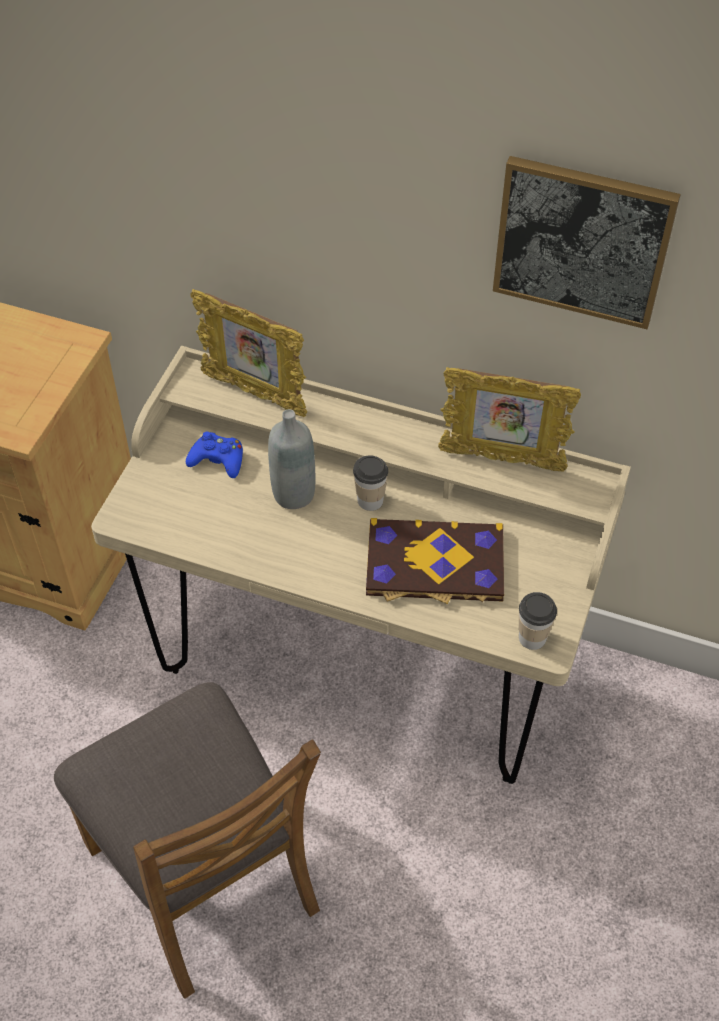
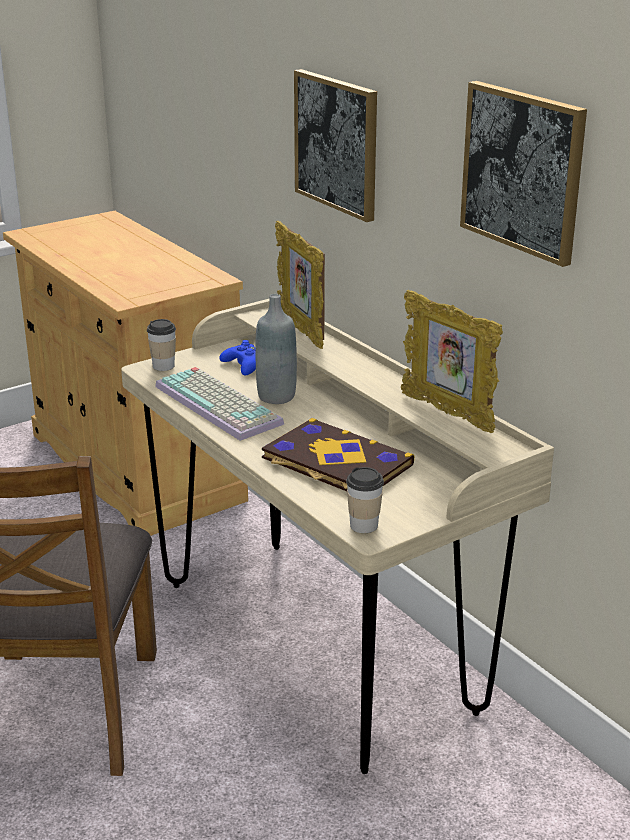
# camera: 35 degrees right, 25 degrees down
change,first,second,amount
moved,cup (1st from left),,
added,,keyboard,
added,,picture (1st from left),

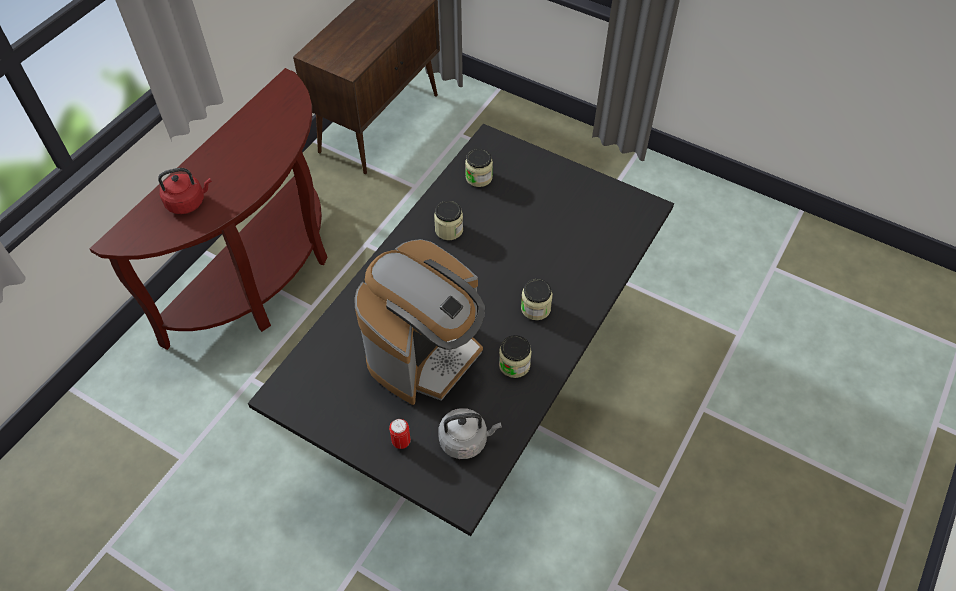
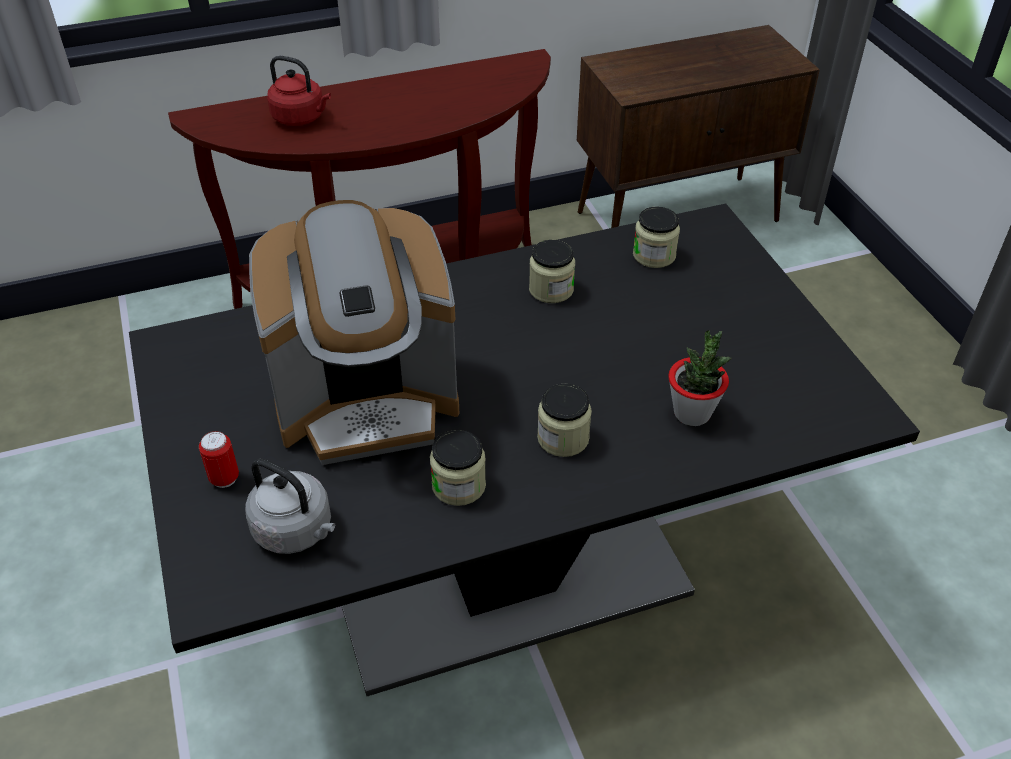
# camera: 40 degrees right, 10 degrees down
change,first,second,amount
added,,potted plant,

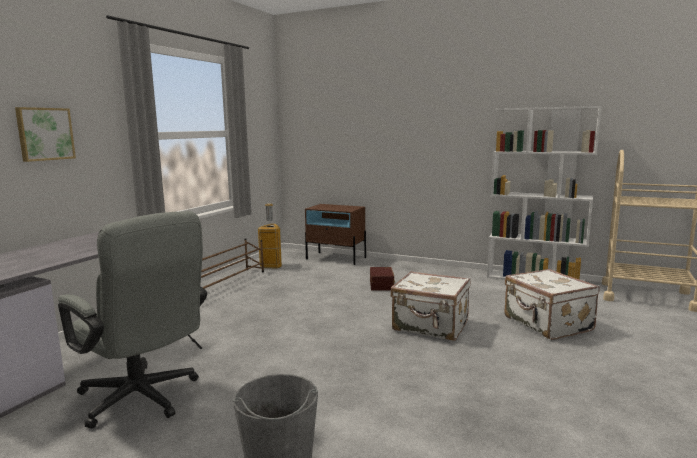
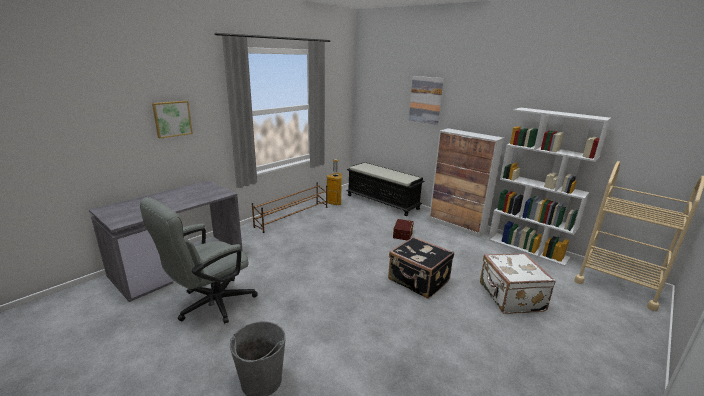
# camera: 15 degrees right, 10 degrees up
change,first,second,amount
turned,office chair/grey,,75 degrees clockwise
replaced,nightstand/brown,bench/black,
recoloured,suitcase/white (1st from left),suitcase/black,
added,,picture (2nd from left),
added,,cabinet,

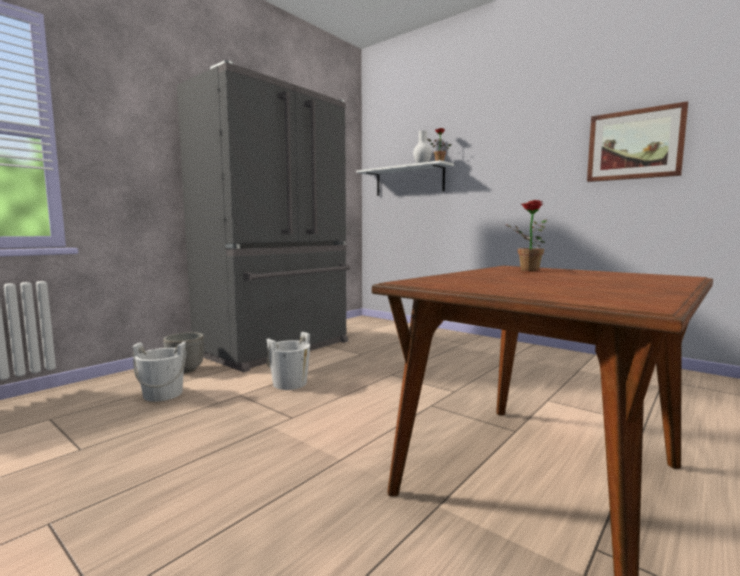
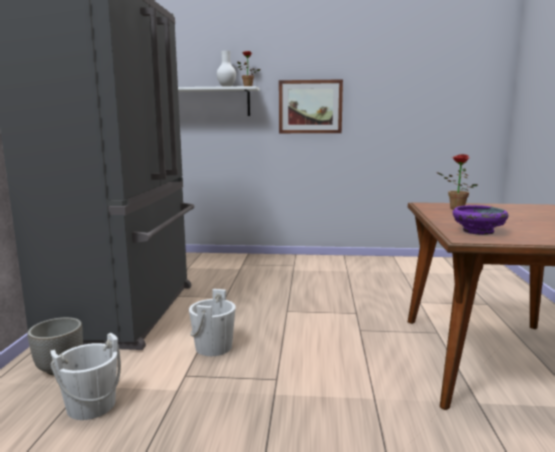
# camera: 35 degrees left, 5 degrees up
change,first,second,amount
moved,picture,,
added,,bowl/purple,

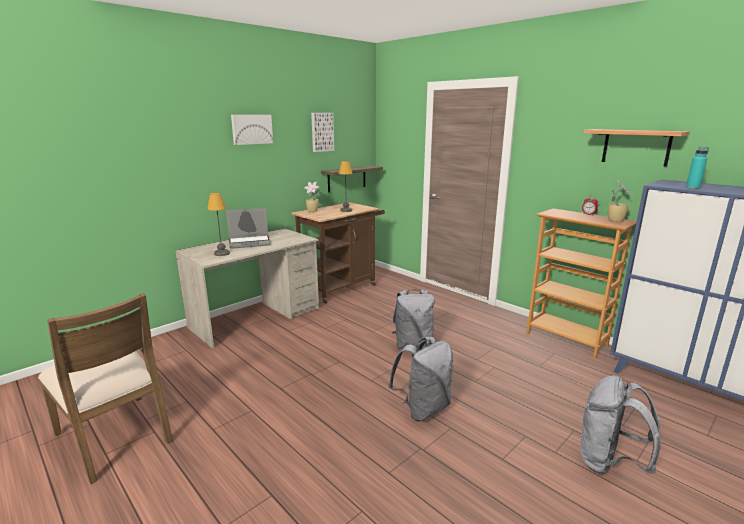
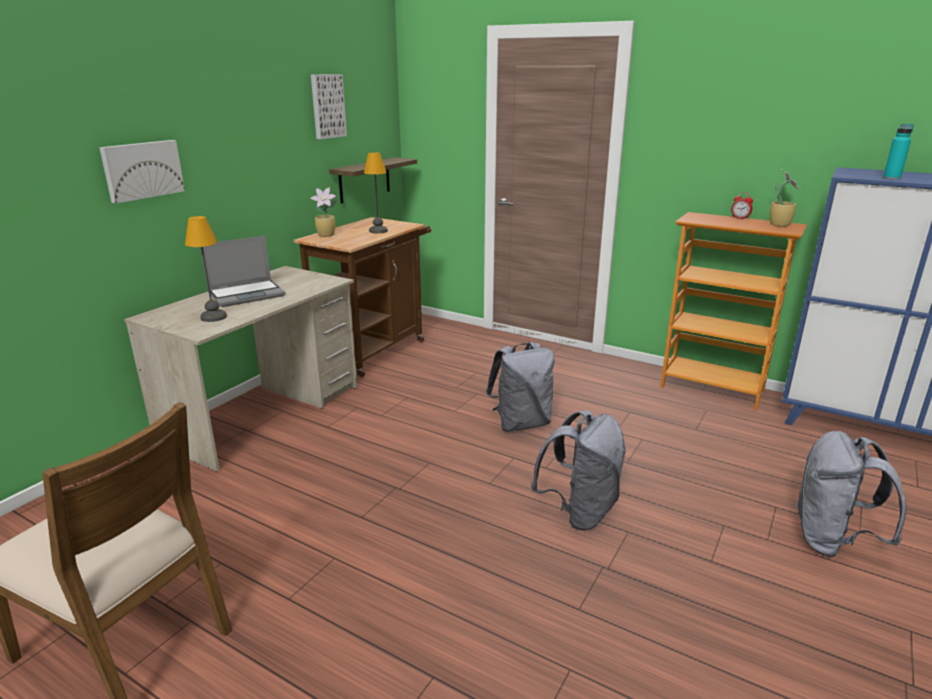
# camera: 15 degrees left, 5 degrees up
change,first,second,amount
moved,picture (1st from left),,
removed,shelf (2nd from left),,

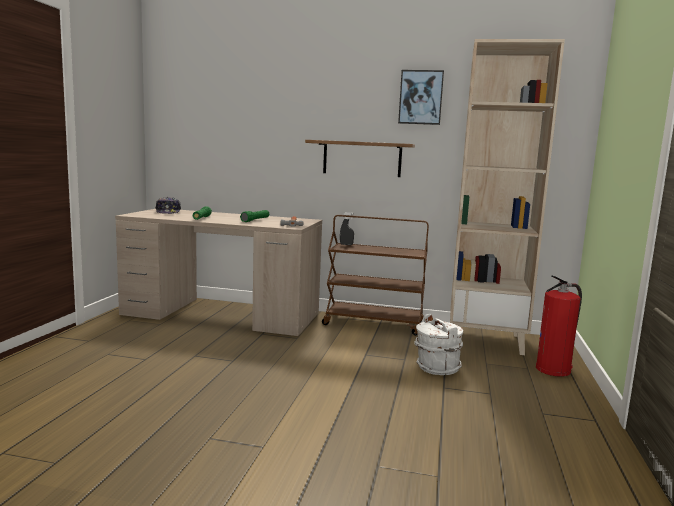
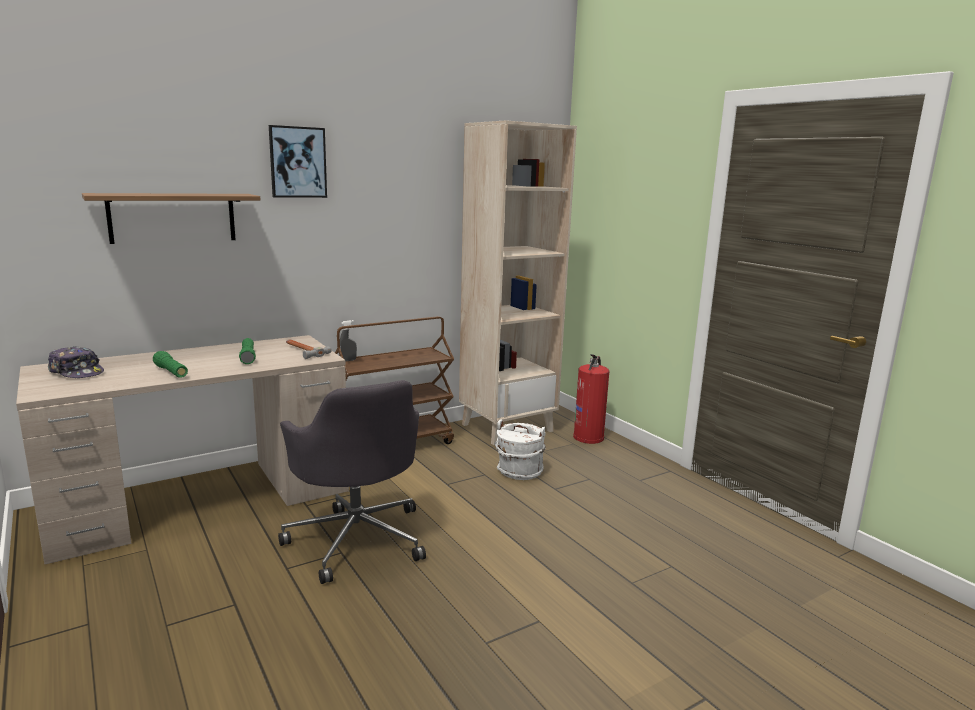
# camera: 45 degrees left, 5 degrees up
change,first,second,amount
moved,shelf,,
moved,picture,,
added,,office chair/grey,

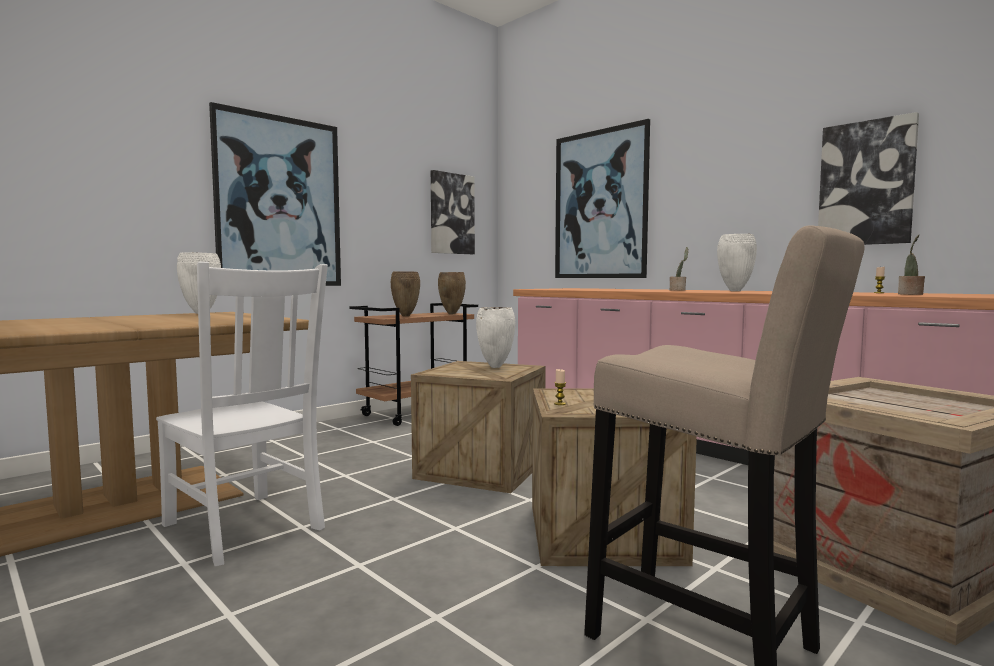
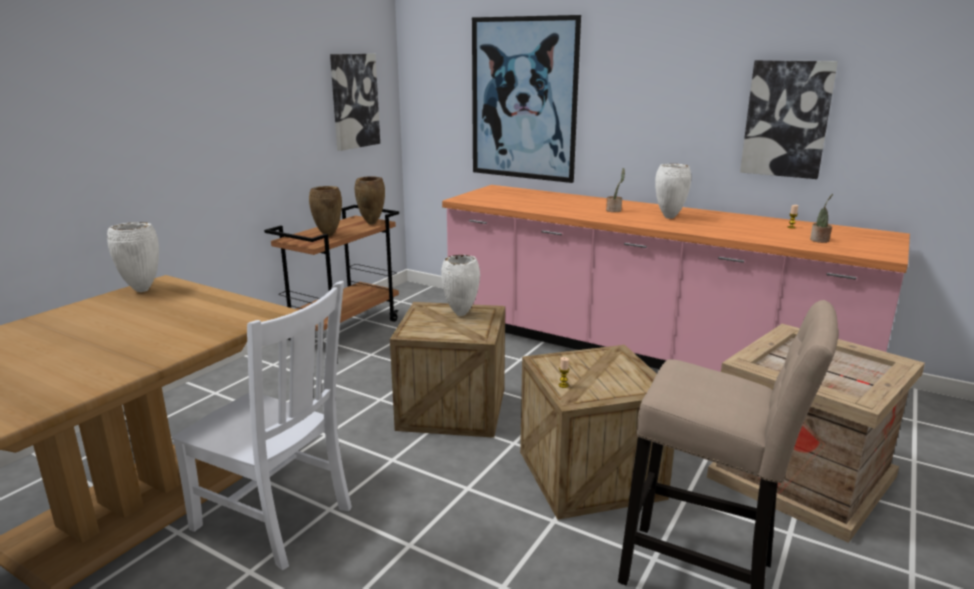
# camera: 15 degrees left, 15 degrees up
change,first,second,amount
removed,picture (1st from left),,

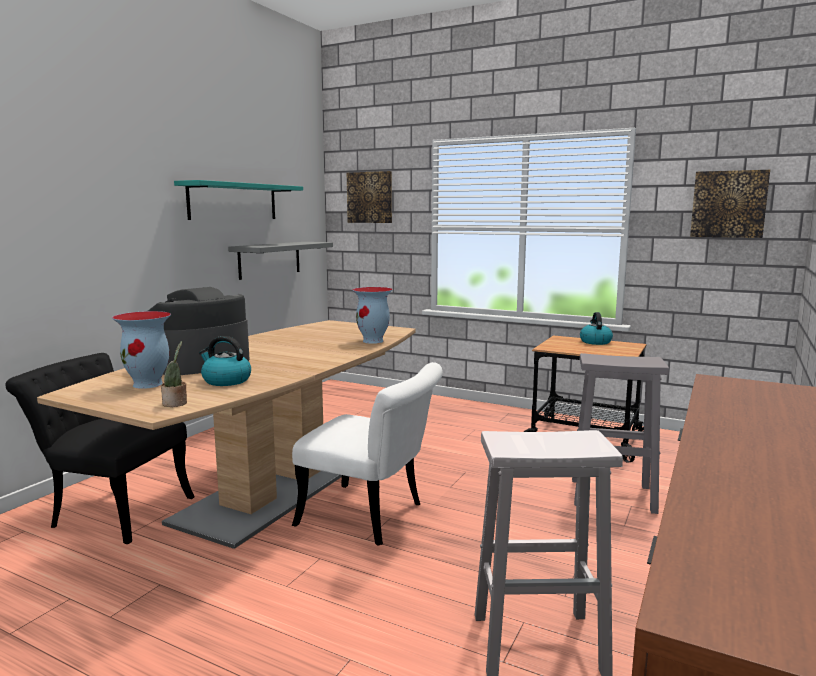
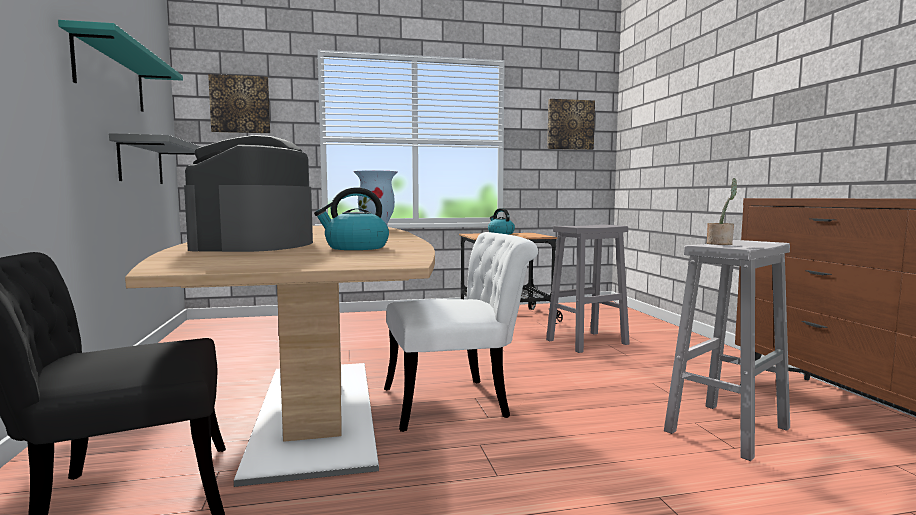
# camera: 40 degrees left, 5 degrees down
change,first,second,amount
moved,potted plant,,
removed,vase (1st from left),,

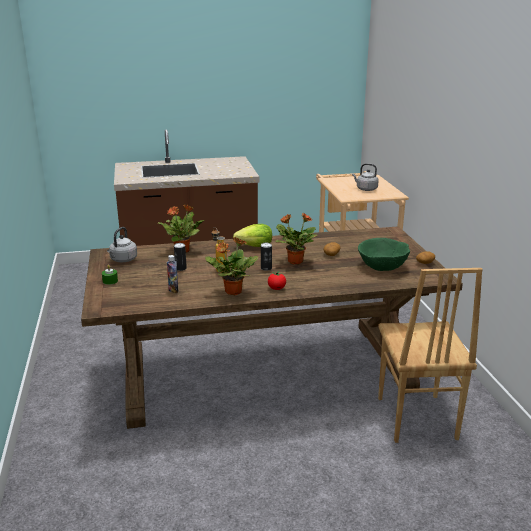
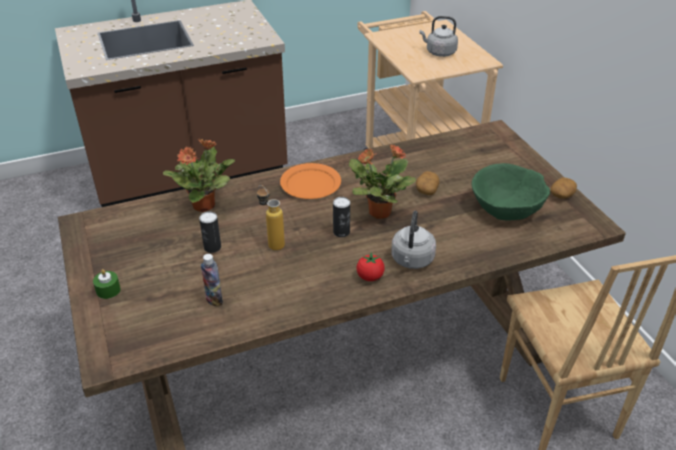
# camera: 10 degrees left, 15 degrees up
change,first,second,amount
replaced,lettuce,plate/orange,
moved,kettle/grey (1st from left),,
removed,potted plant (2nd from left),,

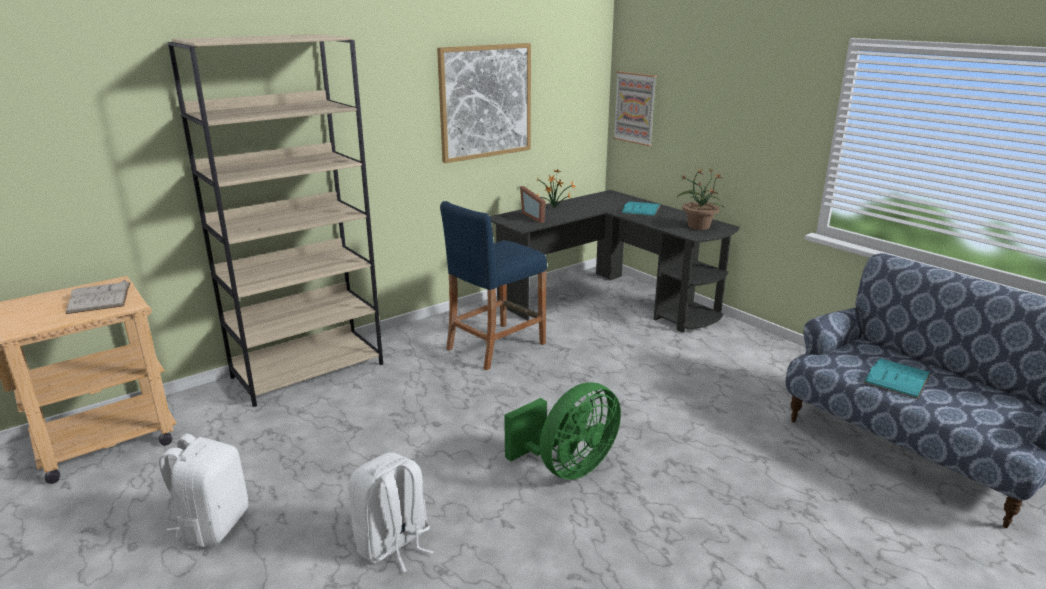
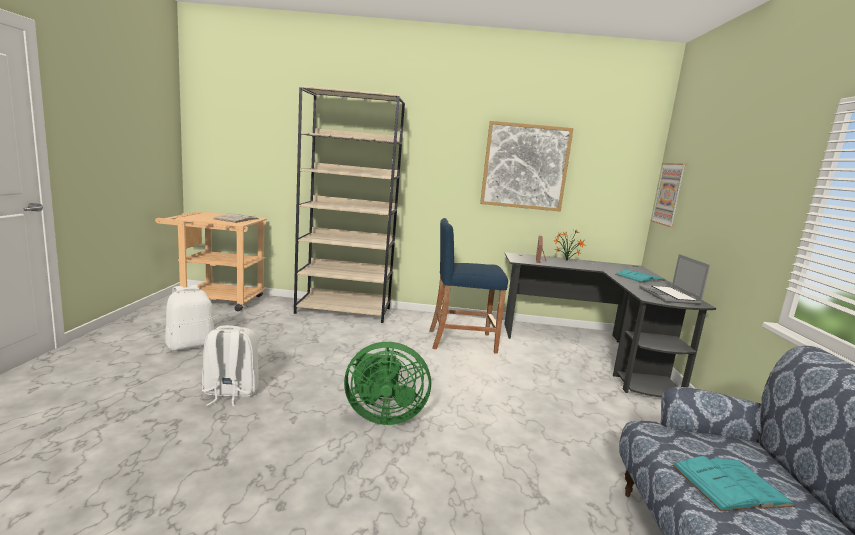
# camera: 40 degrees right, 10 degrees down
change,first,second,amount
replaced,potted plant (2nd from left),laptop,

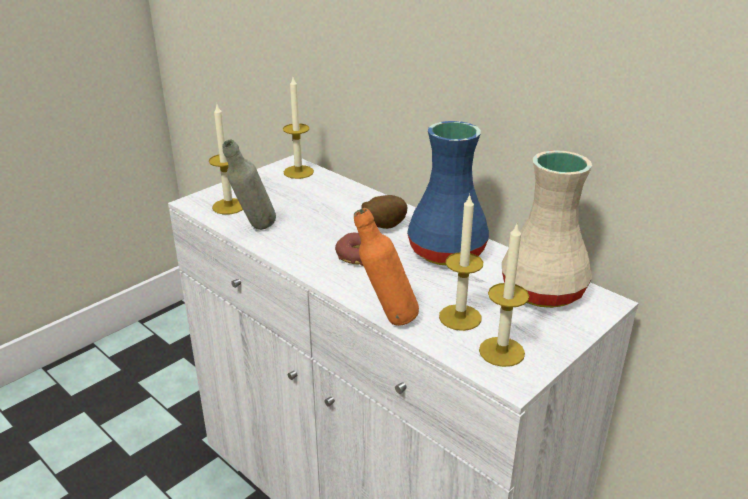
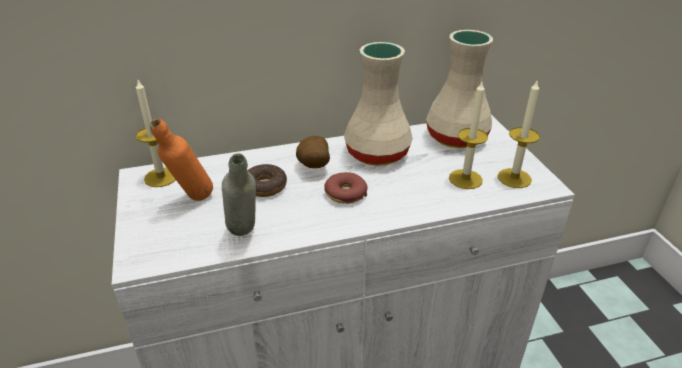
# camera: 60 degrees left, 5 degrees up
change,first,second,amount
moved,bottle/orange,,
added,,donut (1st from left),
recoloured,vase/blue,vase/beige (1st from left),
removed,candle (1st from left),,

